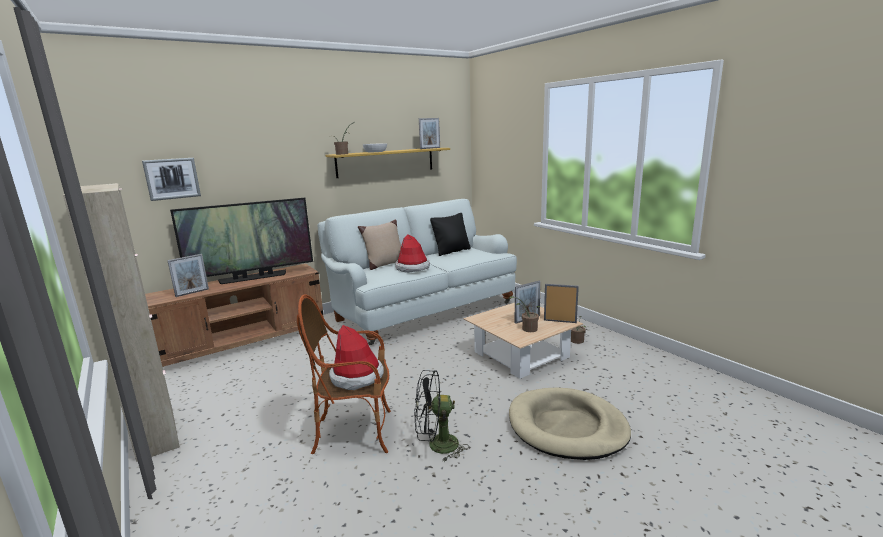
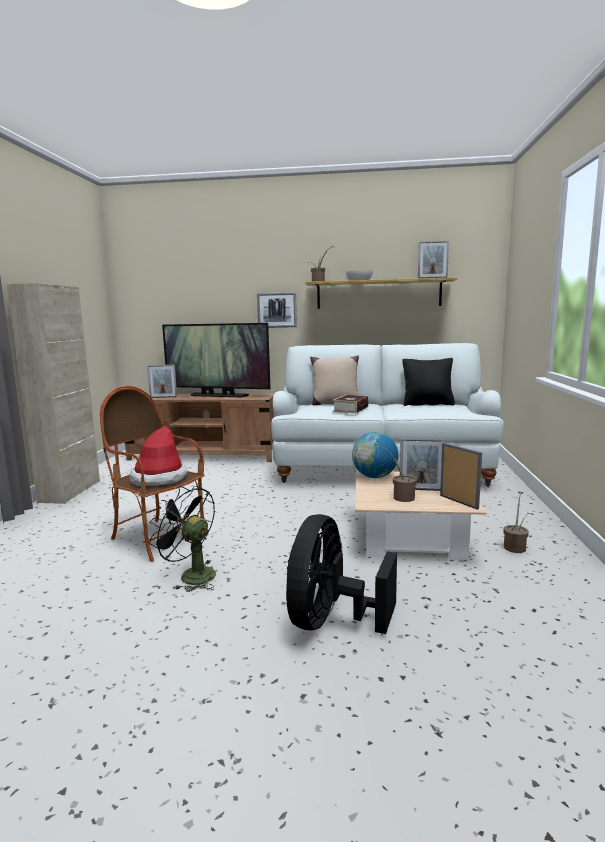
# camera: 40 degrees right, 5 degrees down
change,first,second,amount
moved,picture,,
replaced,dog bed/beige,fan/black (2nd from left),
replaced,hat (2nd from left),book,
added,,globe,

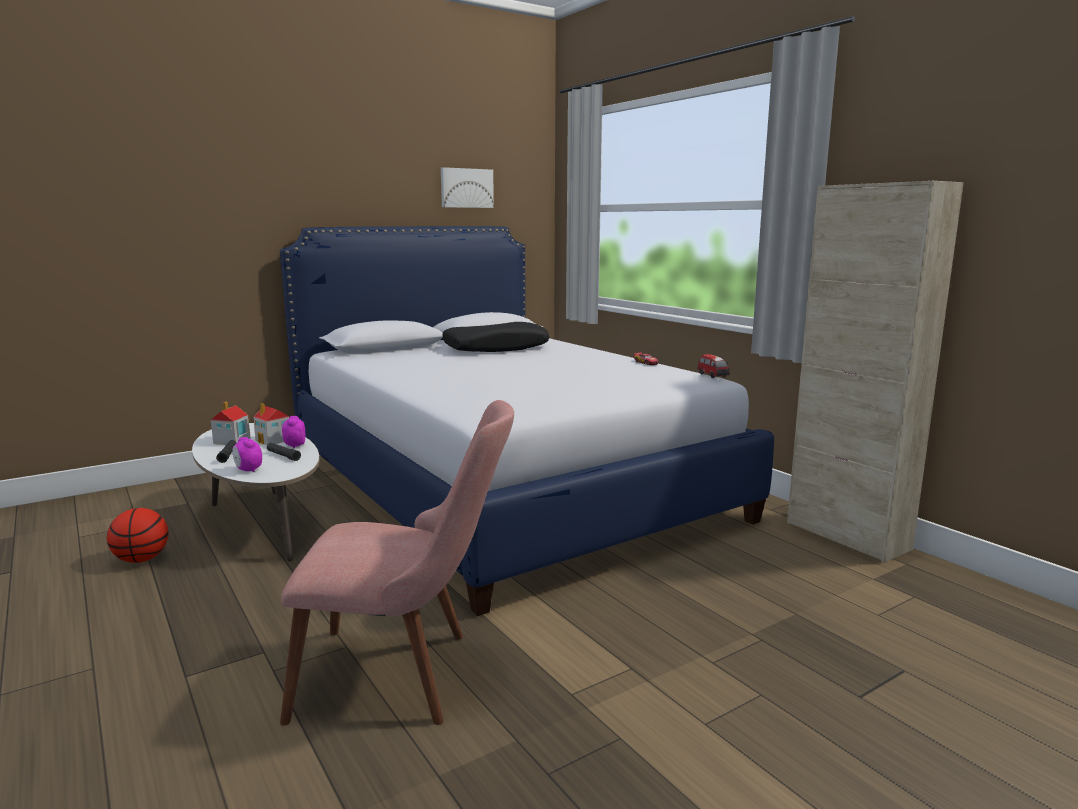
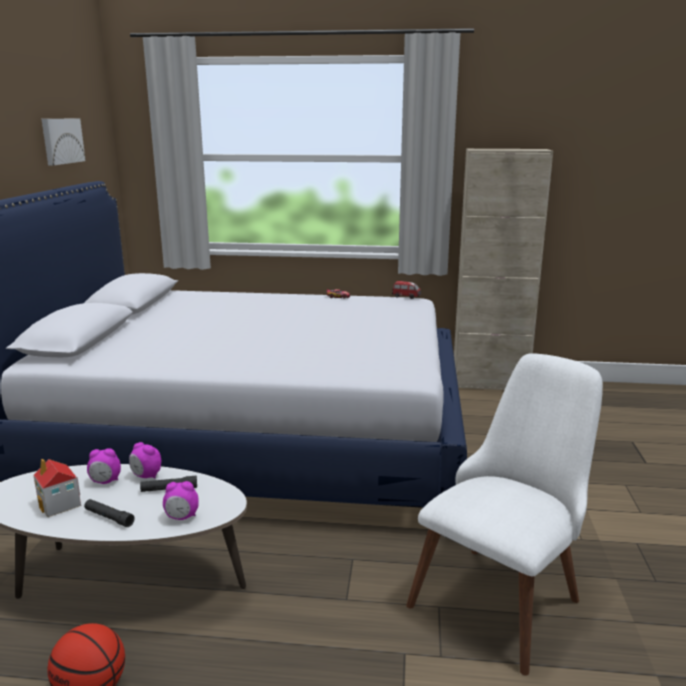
# camera: 50 degrees left, 5 degrees up
change,first,second,amount
replaced,toy house (2nd from left),alarm clock (1st from left),
recoloured,chair/pink,chair/white,
removed,pillow/black,,

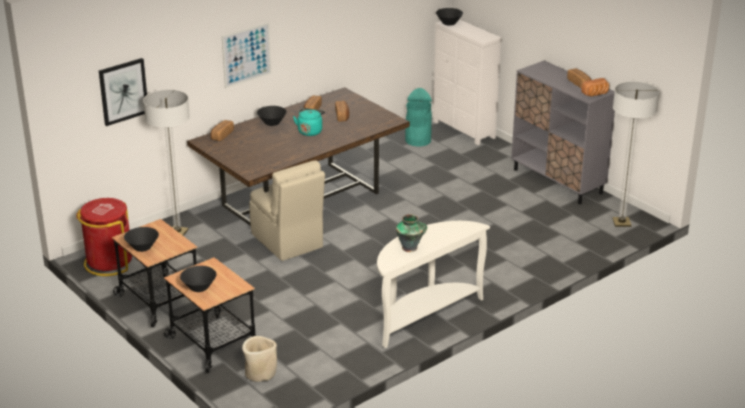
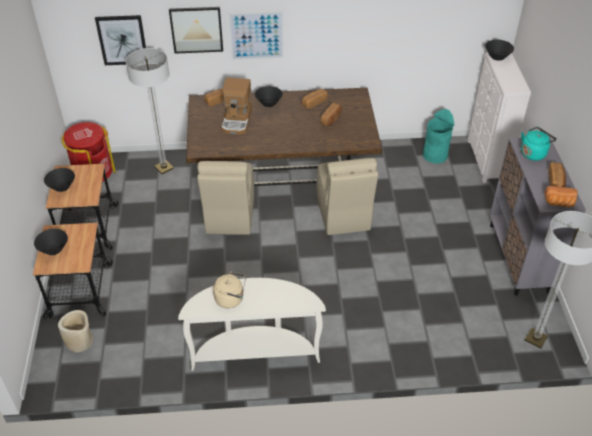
# camera: 35 degrees right, 15 degrees up
change,first,second,amount
added,,picture (2nd from left),
replaced,vase,kettle/beige,
added,,coffee machine,
added,,chair/beige (2nd from left),
moved,kettle/turquoise,,

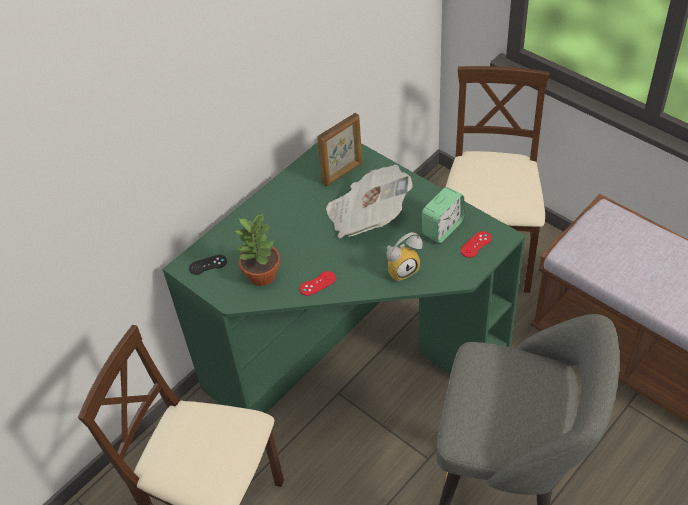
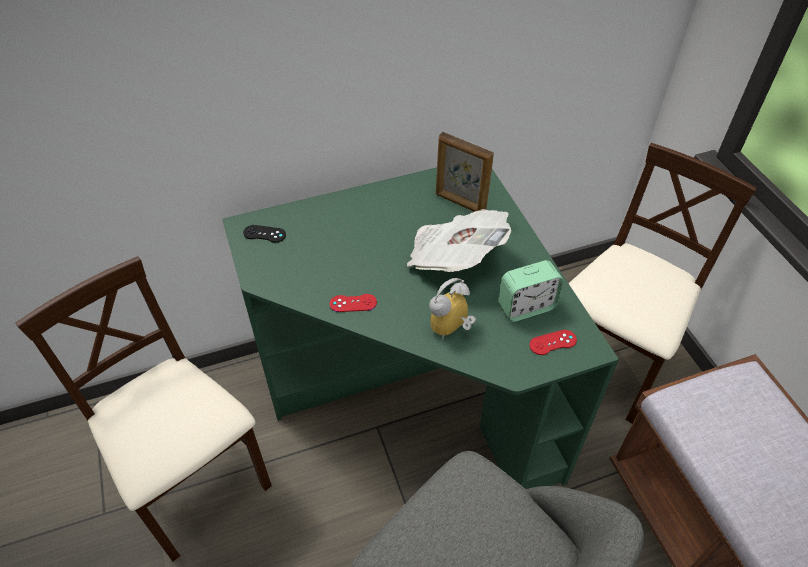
# camera: 25 degrees right, 0 degrees up
change,first,second,amount
turned,alarm clock (1st from left),,135 degrees clockwise
turned,picture frame,,45 degrees clockwise
removed,potted plant,,

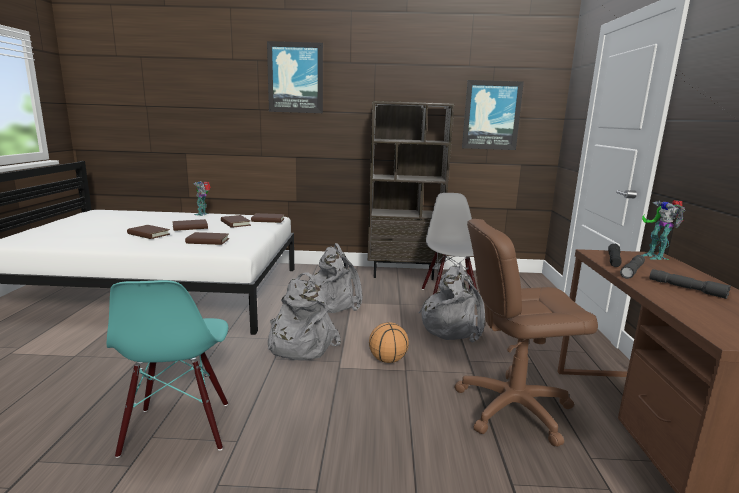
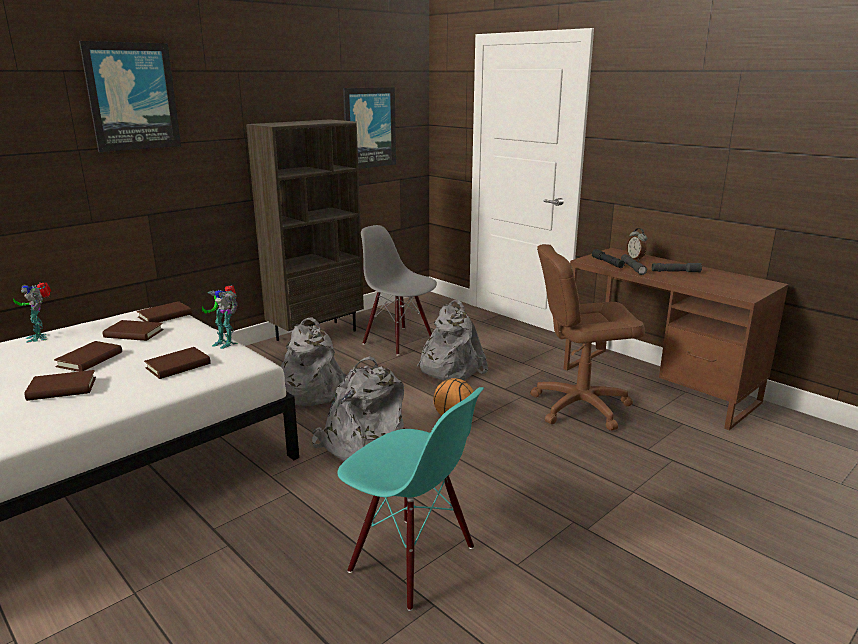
# camera: 45 degrees left, 5 degrees up
change,first,second,amount
moved,toy robot (2nd from left),,
turned,office chair/brown,,45 degrees clockwise
added,,alarm clock,

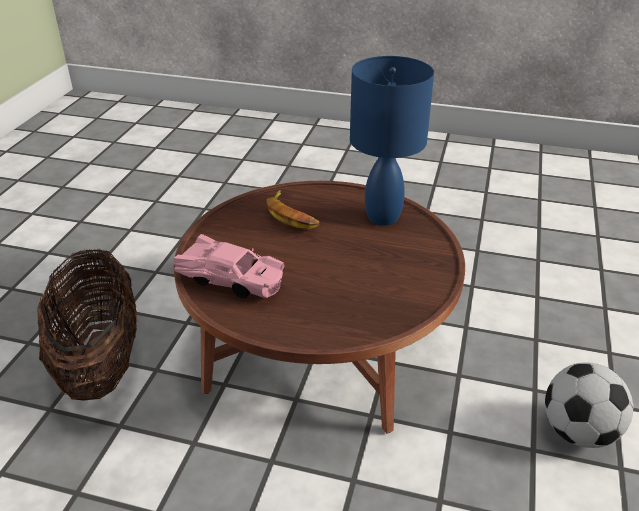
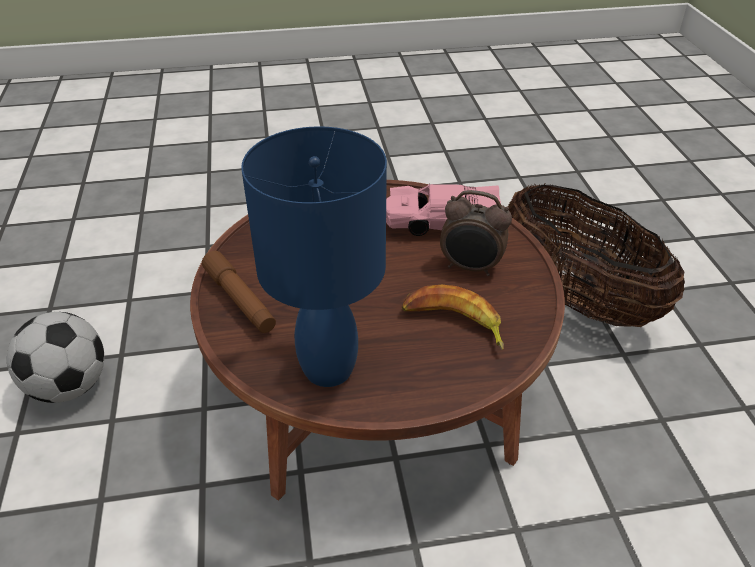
# camera: 155 degrees right, 5 degrees up
change,first,second,amount
added,,flashlight/brown,
added,,alarm clock,

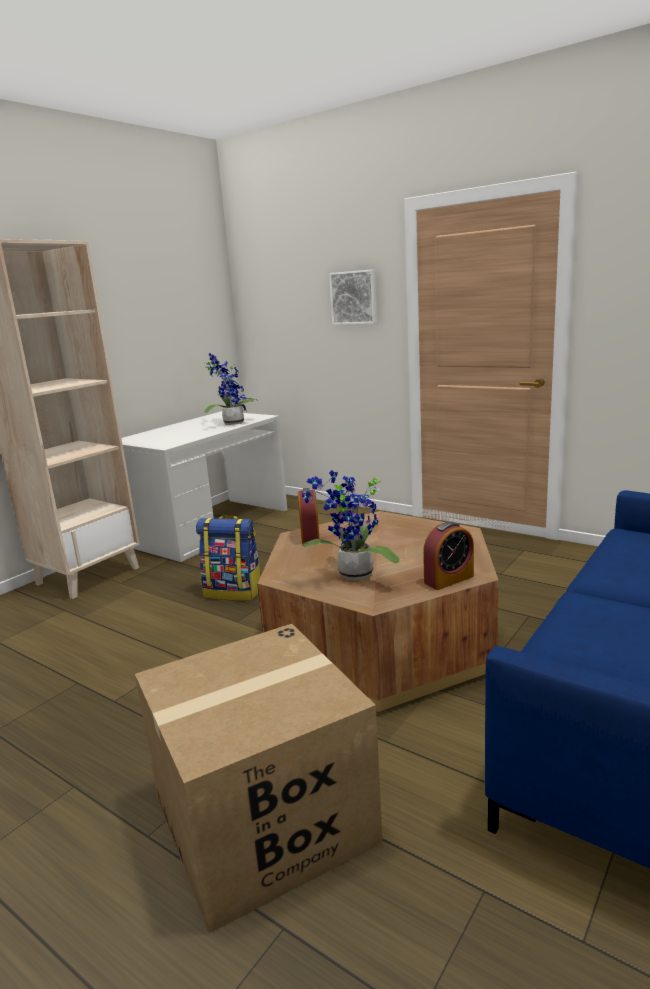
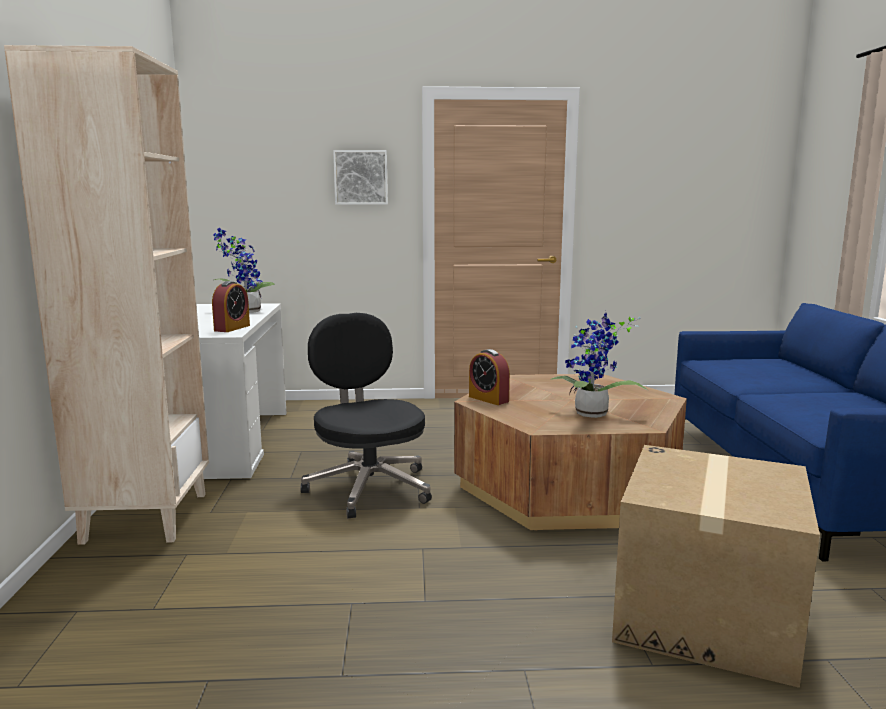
# camera: 40 degrees left, 5 degrees down
change,first,second,amount
moved,alarm clock (2nd from left in the first image),alarm clock (1st from left),
replaced,backpack,office chair/black,

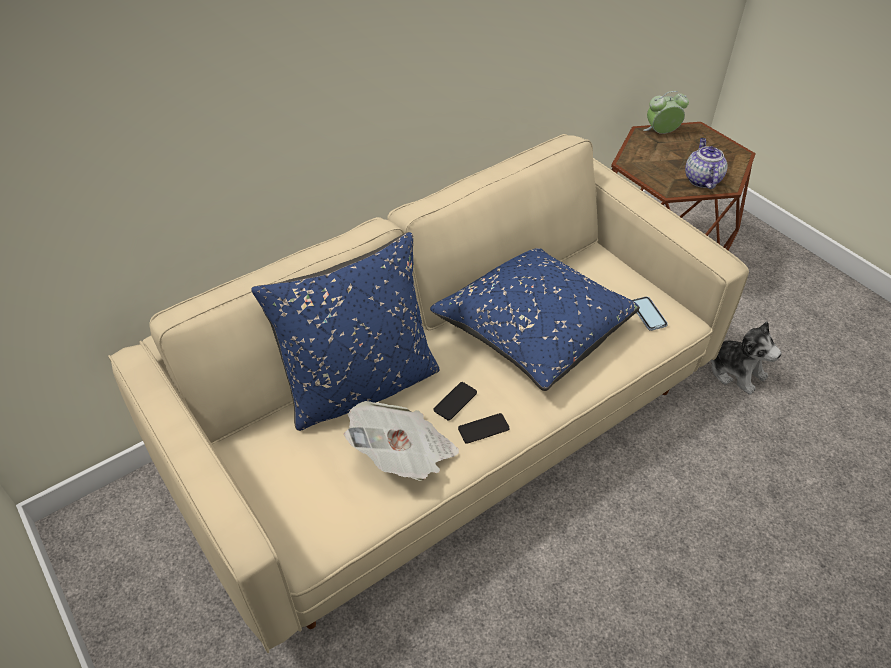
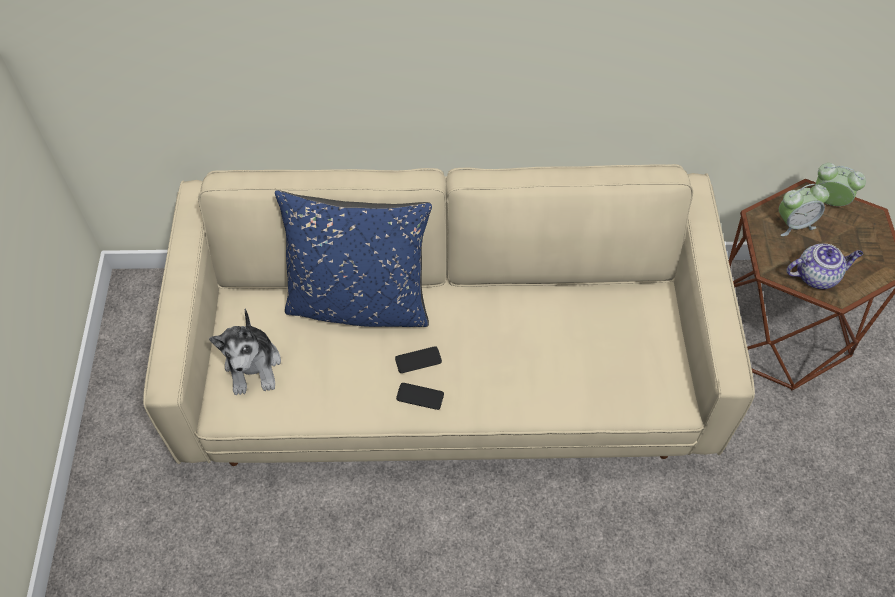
# camera: 35 degrees right, 10 degrees up
change,first,second,amount
moved,plush toy,,
added,,alarm clock (1st from left),
turned,teapot,,45 degrees clockwise
removed,newspaper,,
removed,pillow/blue (2nd from left),,
removed,phone (3rd from left),,

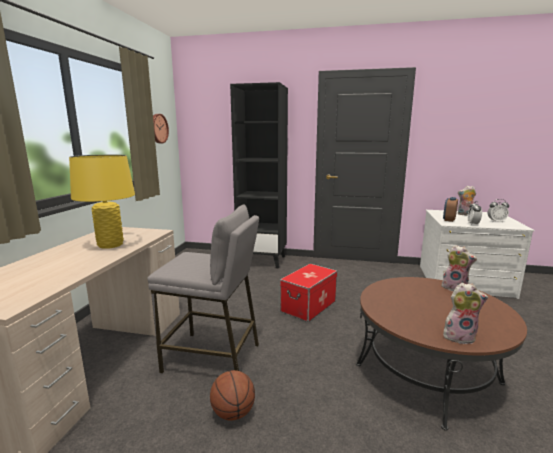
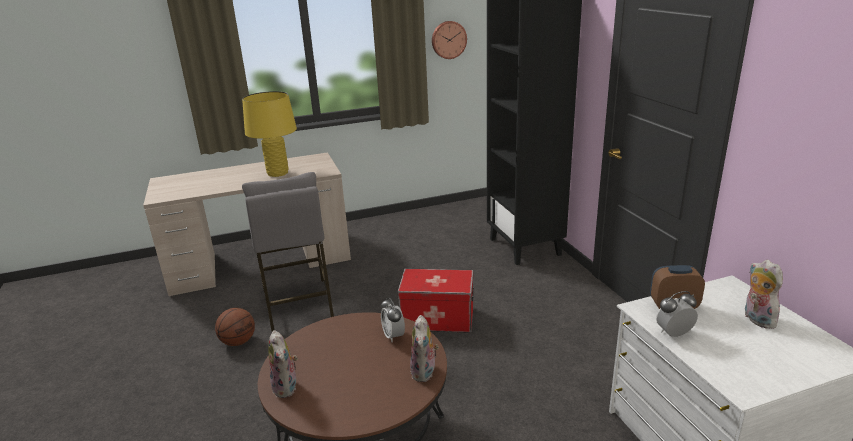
# camera: 60 degrees right, 10 degrees up
change,first,second,amount
moved,alarm clock (3rd from left in the first image),alarm clock (1st from left),

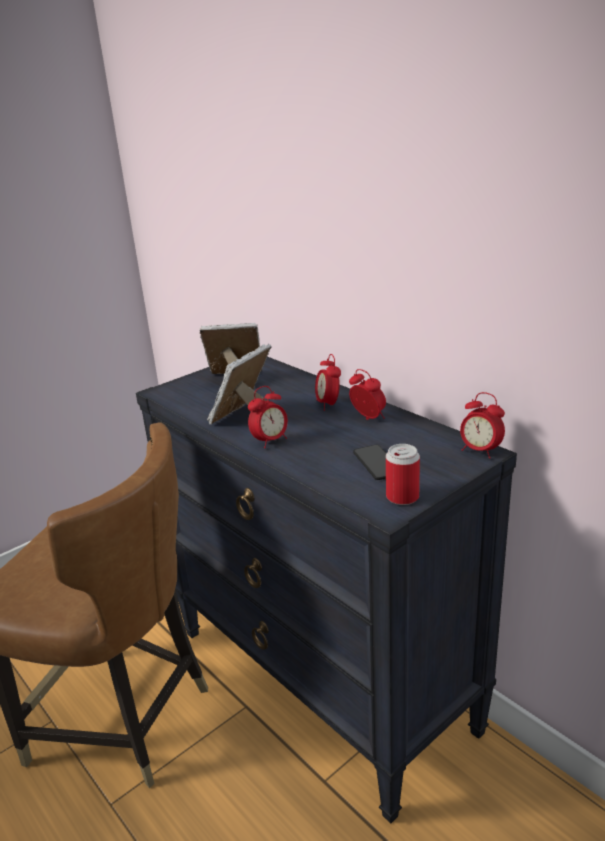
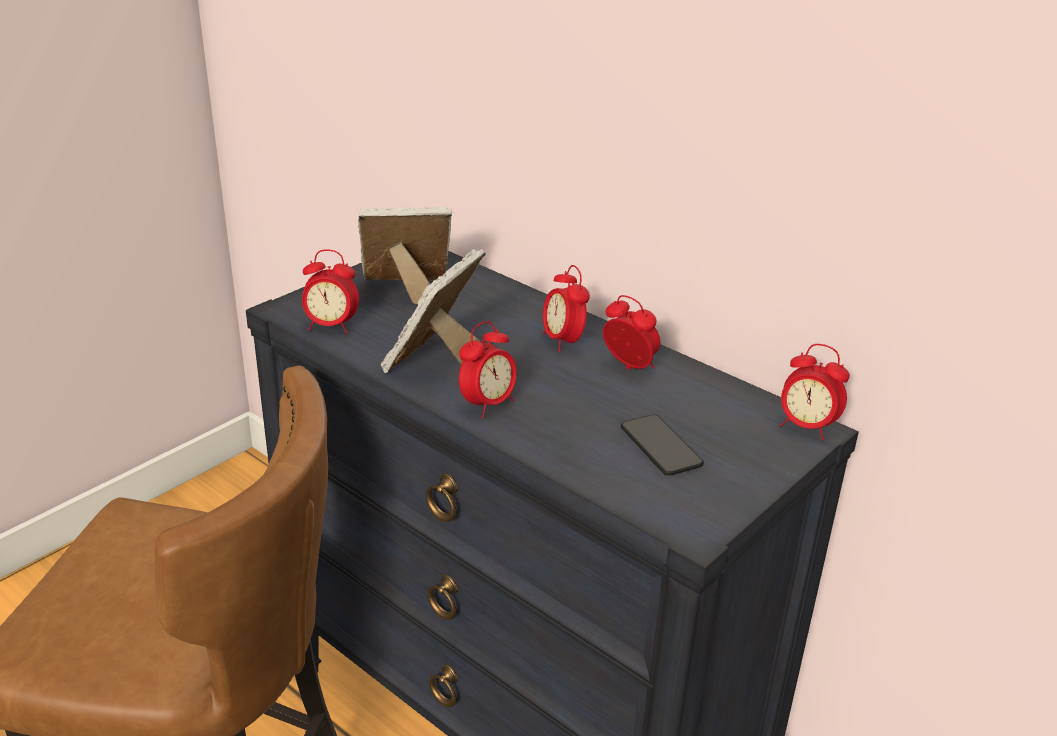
# camera: 10 degrees left, 5 degrees up
change,first,second,amount
added,,alarm clock (1st from left),
removed,can,,

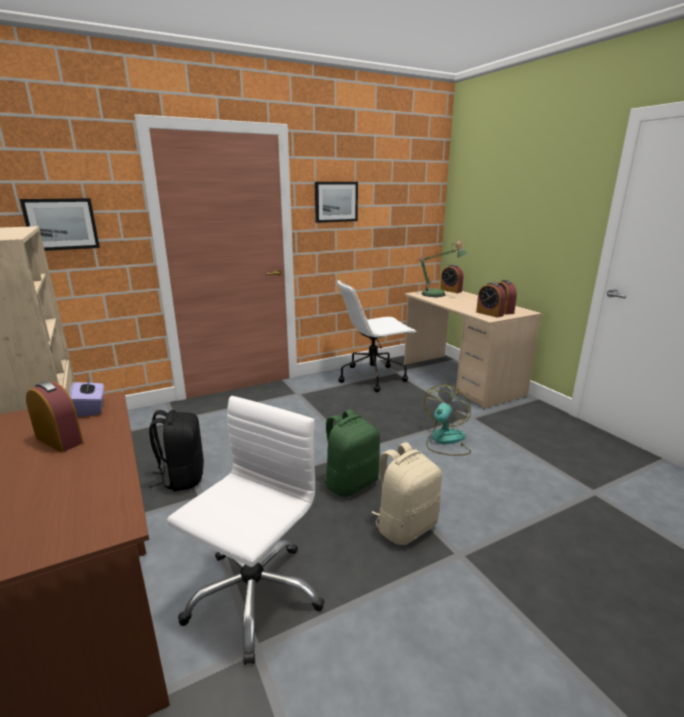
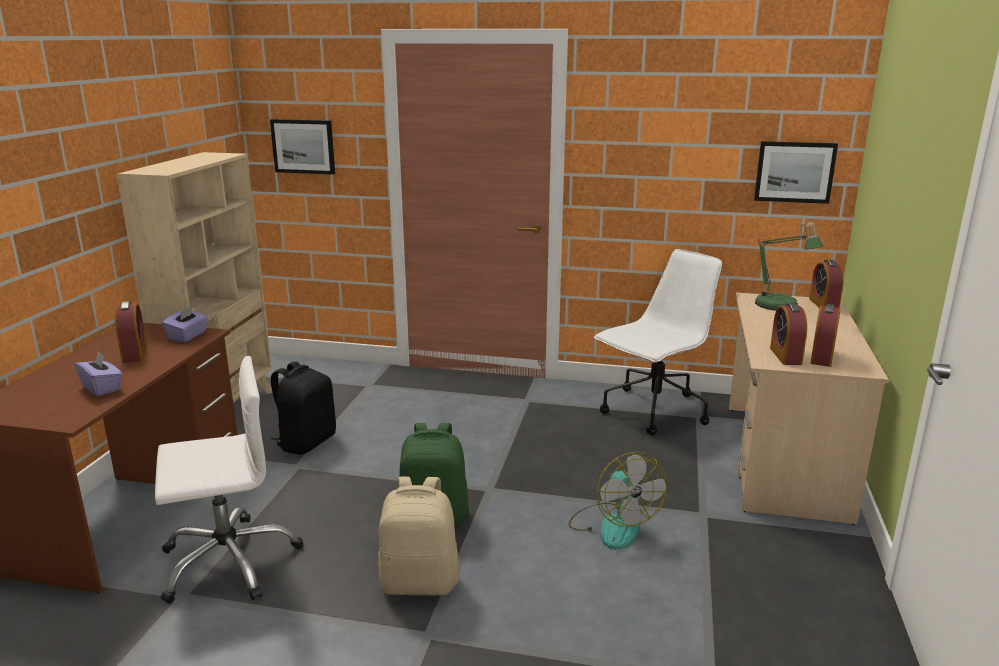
# camera: 40 degrees right, 0 degrees up
change,first,second,amount
added,,tissue box/purple (1st from left),
turned,fan,,90 degrees clockwise
turned,office chair/white (2nd from left),,120 degrees clockwise
moved,picture (2nd from left),,

